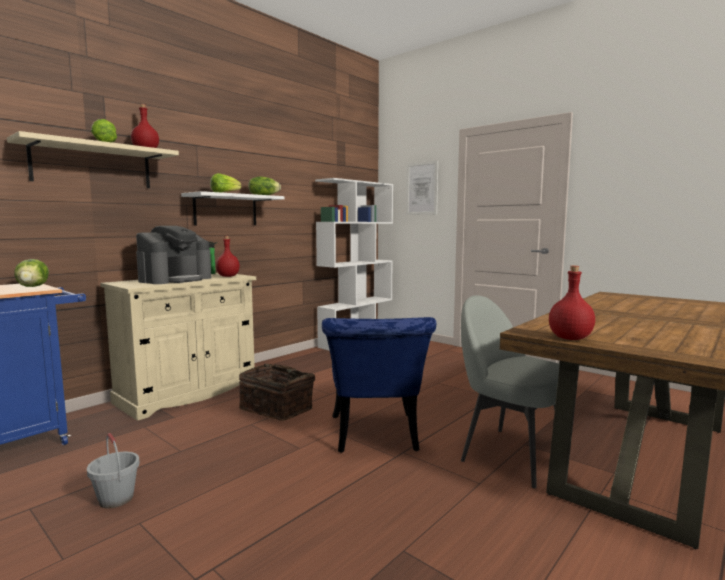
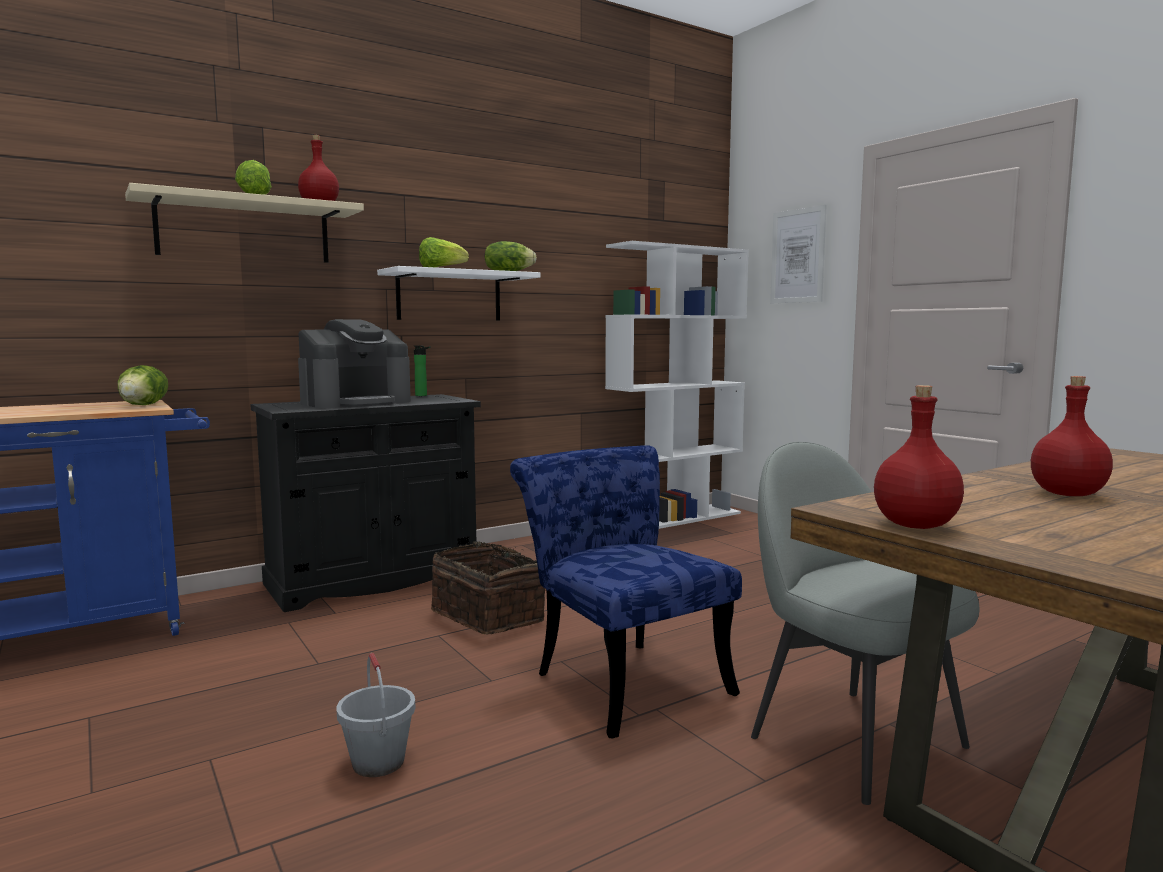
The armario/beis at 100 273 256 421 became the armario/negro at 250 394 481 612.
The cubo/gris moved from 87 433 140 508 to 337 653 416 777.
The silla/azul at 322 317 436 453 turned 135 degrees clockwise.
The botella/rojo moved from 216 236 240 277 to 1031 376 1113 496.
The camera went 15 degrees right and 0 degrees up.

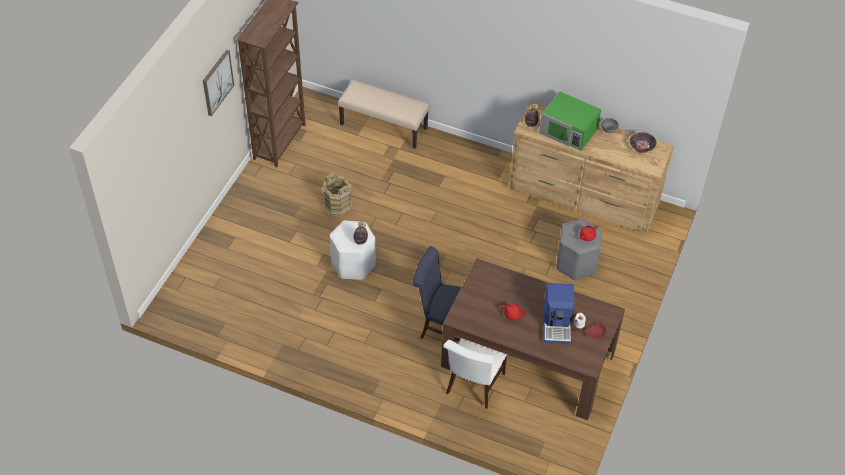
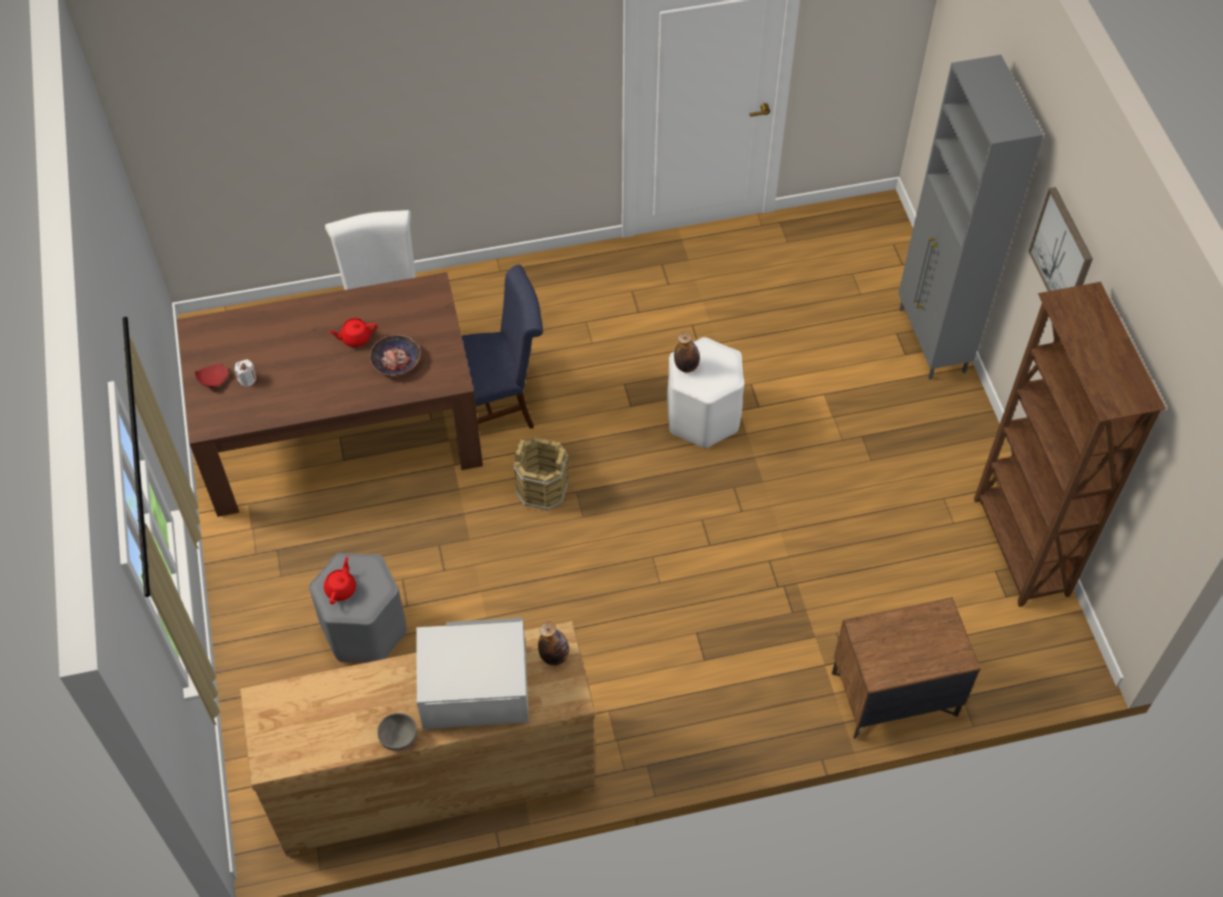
The cuenco moved from 629 132 657 153 to 369 335 421 376.
The microondas/verde at 539 92 601 151 became the microondas/blanco at 417 617 529 729.
The cubo/marrón moved from 322 173 352 215 to 513 437 569 511.
The banco/beis at 338 80 430 149 was replaced by the mesita de noche/marrón at 832 597 981 739.
The armario/gris at 898 55 1043 380 appeared.
The cafetera at 544 283 574 344 disappeared.
The camera went 145 degrees right and 5 degrees up.

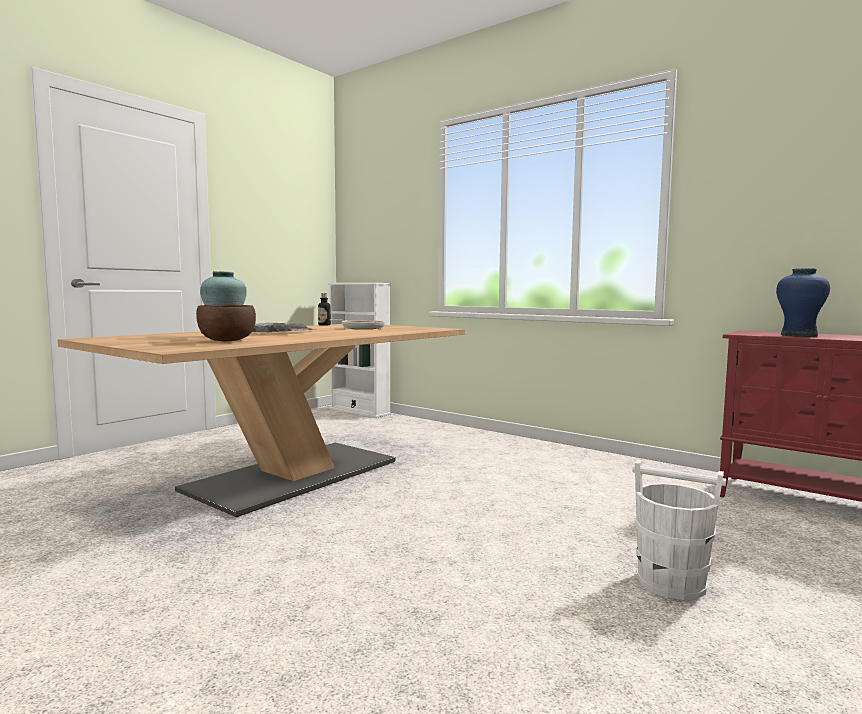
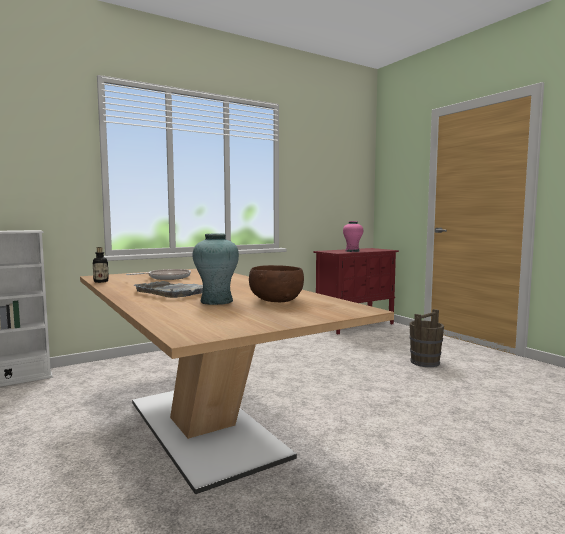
The florero/azul at 776 268 830 337 became the florero/rosa at 343 221 363 252.
The cubo/blanco at 632 459 726 600 became the cubo/marrón at 409 309 444 367.
The camera went 70 degrees left and 0 degrees up.

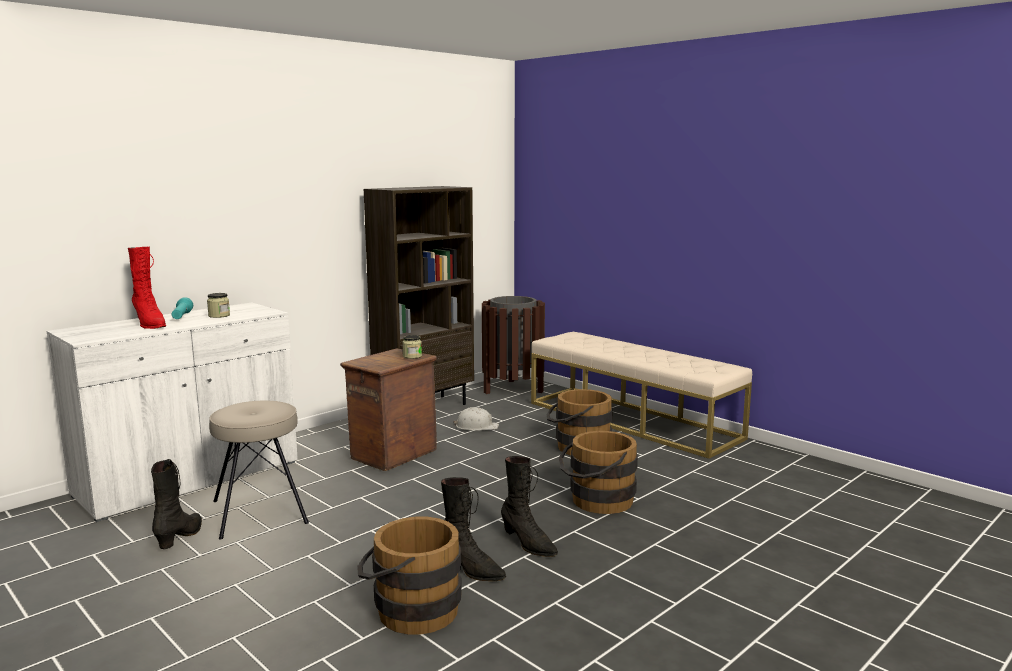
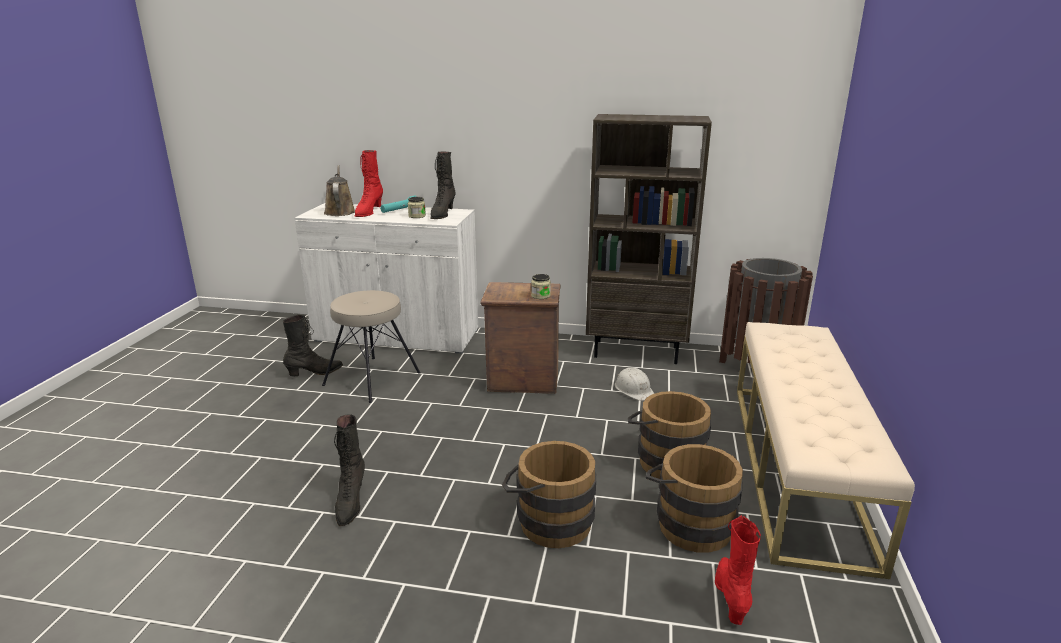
The regadera/marrón at 324 165 355 216 appeared.
The bota/negro moved from 501 456 558 557 to 430 152 456 219.
The cubo/marrón moved from 357 517 462 635 to 646 444 743 553.
The bota/rojo at 715 515 761 625 appeared.
The camera went 55 degrees right and 10 degrees up.

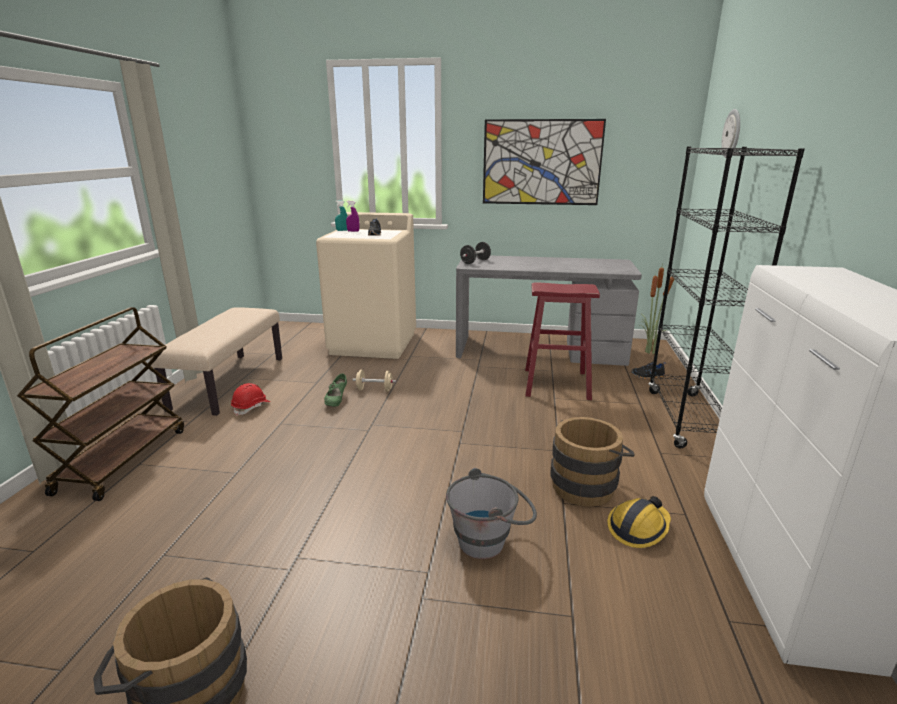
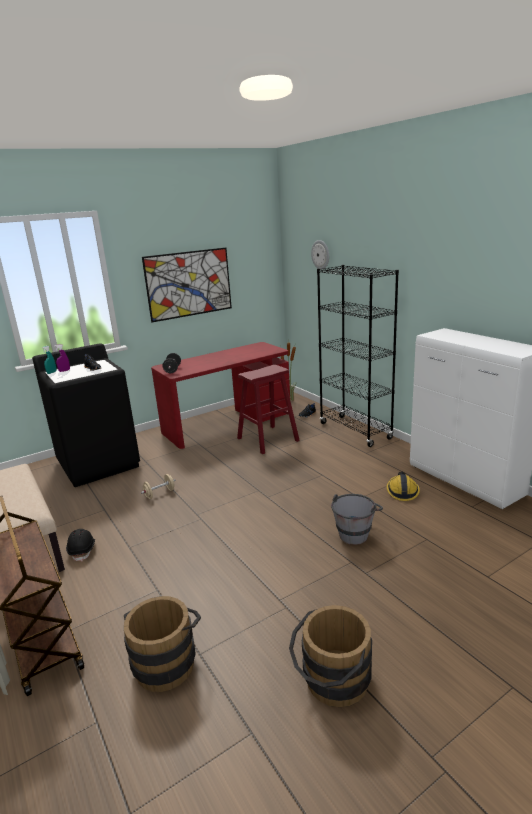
The lavadora/beis at 316 212 416 359 became the lavadora/negro at 32 343 140 487.
The casco/rojo at 231 383 270 416 became the casco/negro at 66 529 95 562.
The cubo/marrón moved from 551 417 635 507 to 124 596 201 692.
The escritorio/gris at 456 255 642 366 became the escritorio/rojo at 151 342 290 449.
The zapato/verde at 324 373 347 407 disappeared.
The camera went 40 degrees left and 0 degrees up.

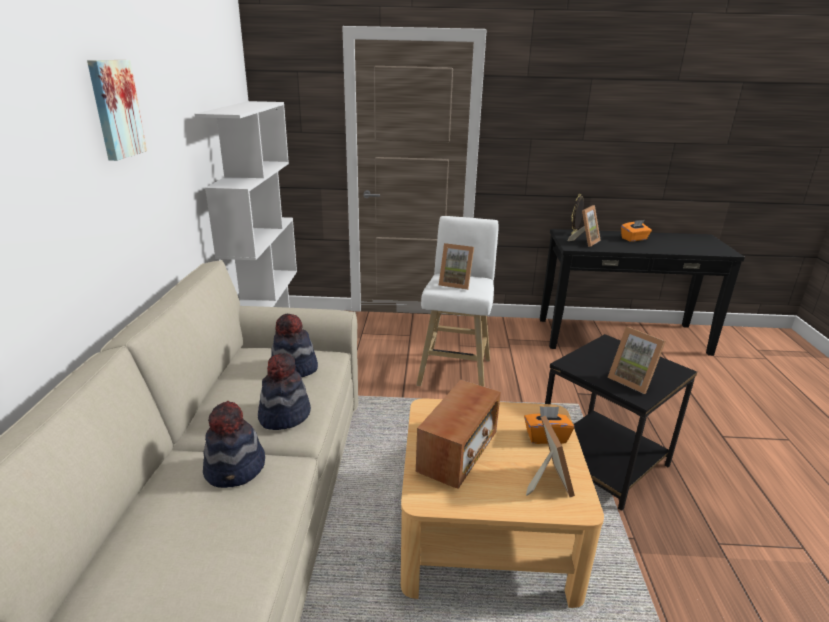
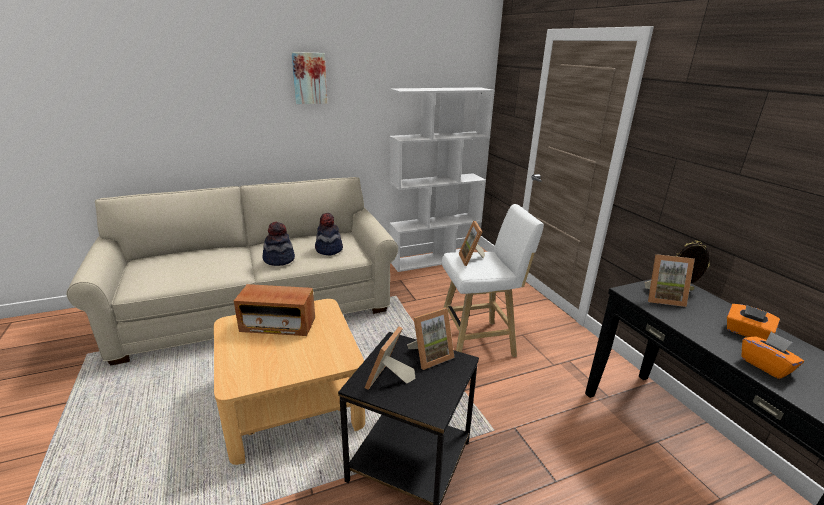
The portarretratos moved from 526 416 575 497 to 407 307 455 370.
The caja de pañuelos/naranja moved from 524 406 574 444 to 742 331 804 379.
The sombrero at 203 401 265 488 disappeared.
The camera went 65 degrees right and 0 degrees up.

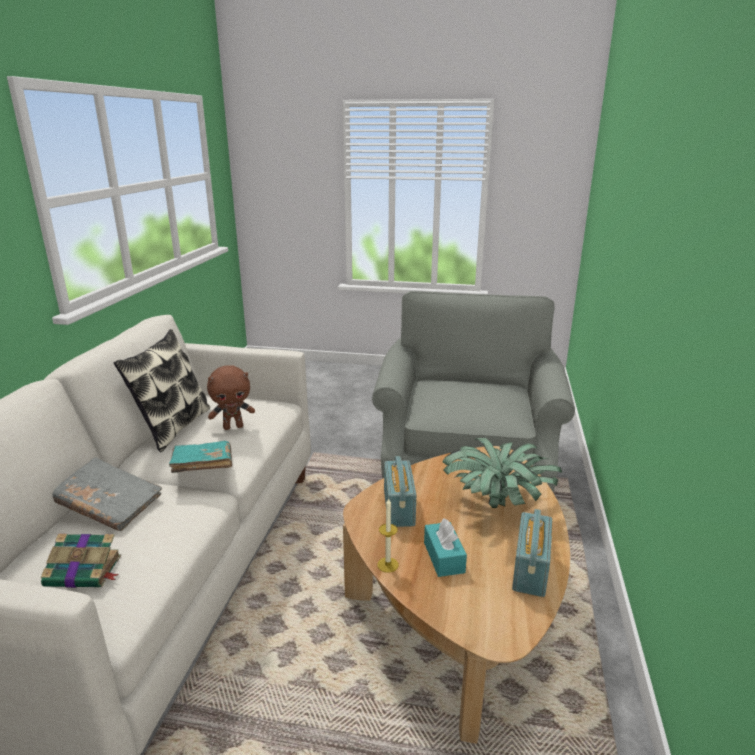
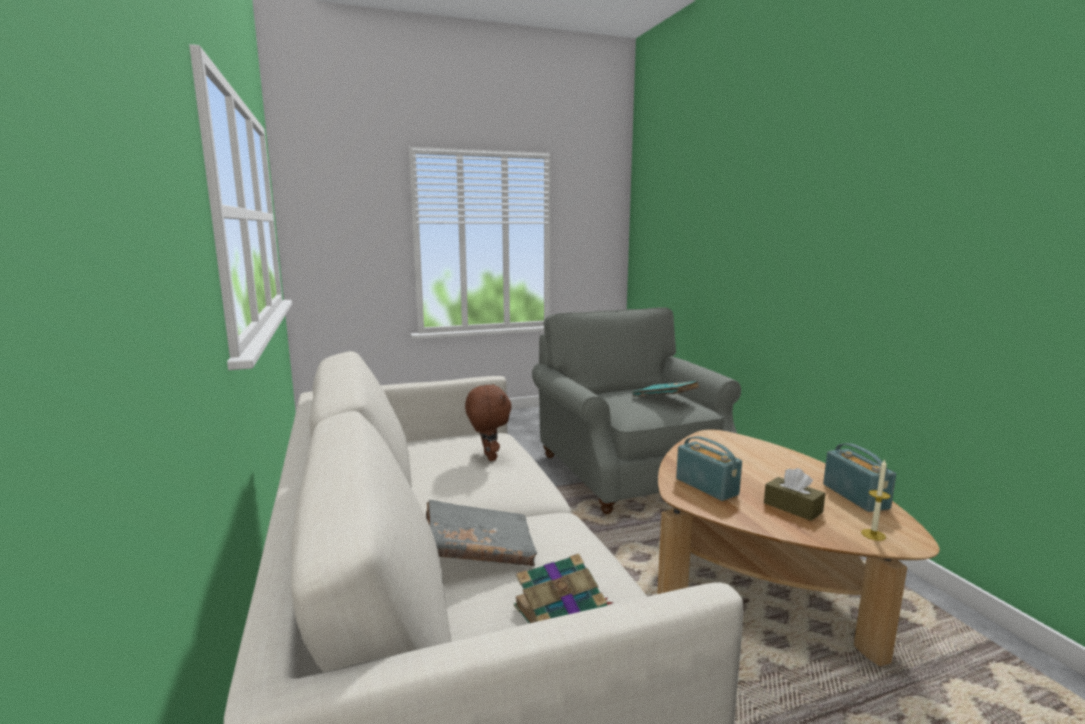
The peluche/marrón at 207 366 255 430 turned 60 degrees counterclockwise.
The libro/turquesa moved from 169 441 232 473 to 632 381 699 396.
The caja de pañuelos/turquesa at 424 518 467 577 became the caja de pañuelos/marrón at 764 468 826 521.
The vela moved from 377 498 399 573 to 861 460 890 541.
The cojín at 114 329 210 452 disappeared.
The planta en maceta at 443 438 562 508 disappeared.
The camera went 30 degrees left and 10 degrees down.

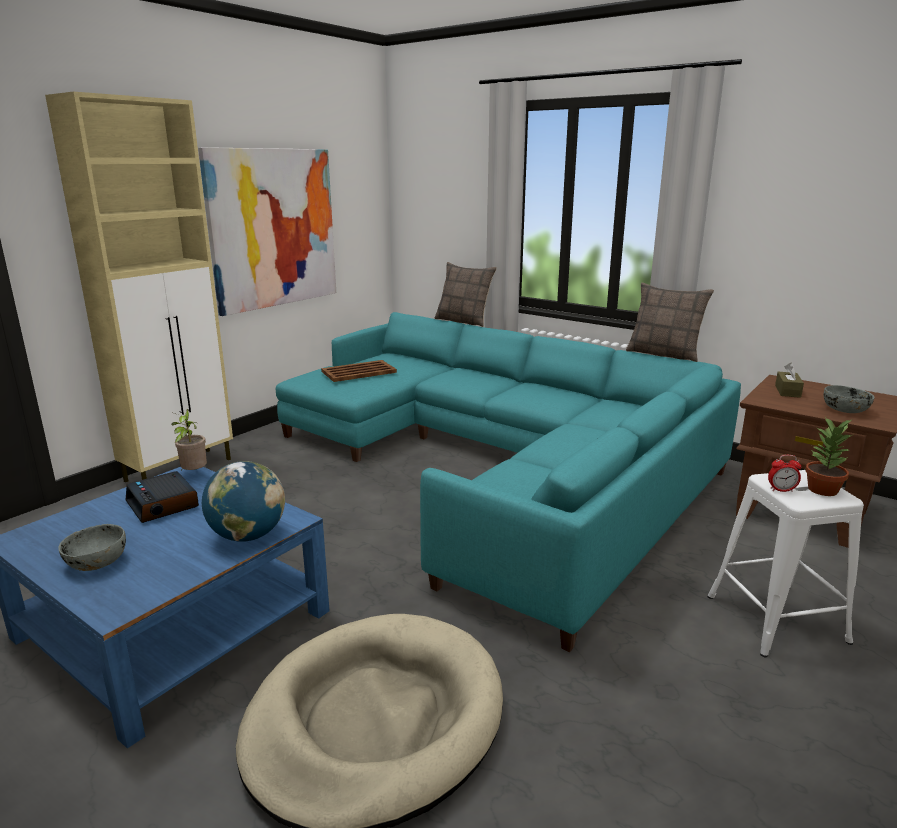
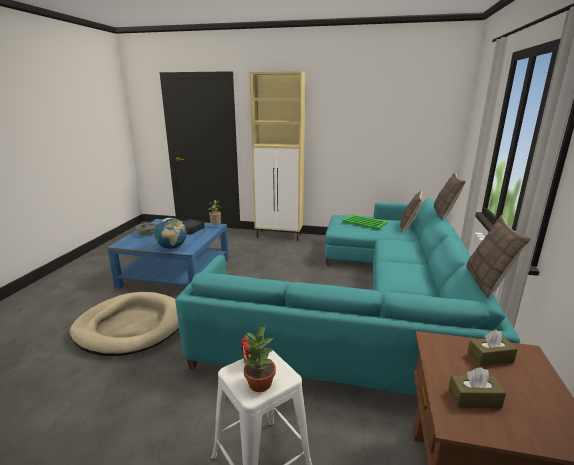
The bandeja/marrón at 321 360 397 382 became the bandeja/verde at 343 215 387 230.
The cojín at 400 189 422 233 appeared.
The cuenco/gris at 823 385 875 413 was replaced by the caja de pañuelos/marrón at 448 367 506 408.
The cuadro at 198 147 336 316 disappeared.
The camera went 65 degrees right and 0 degrees up.

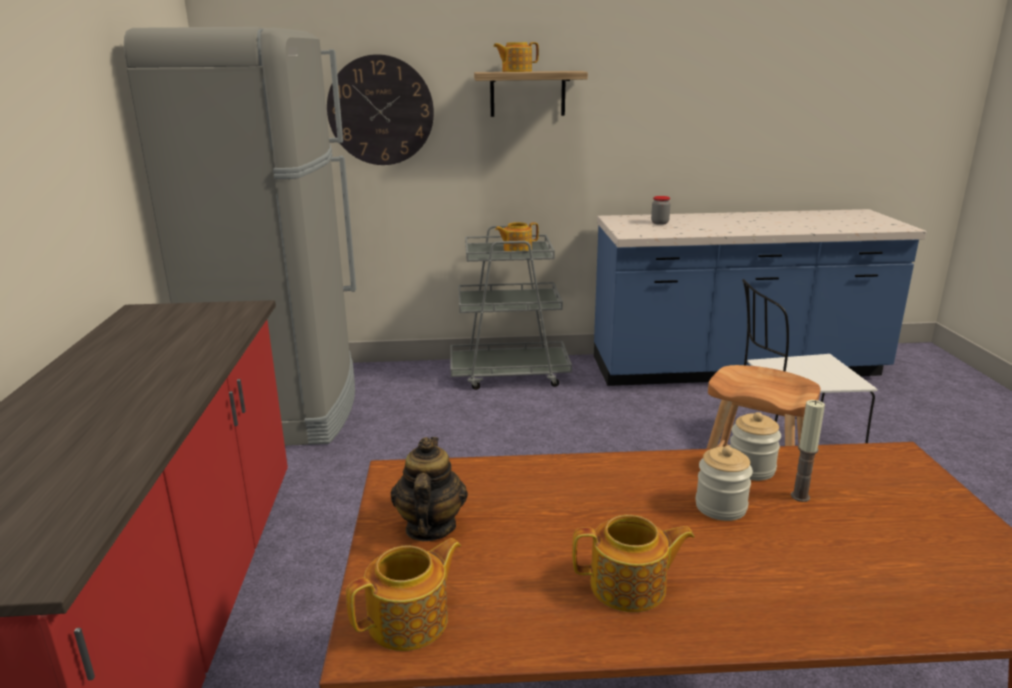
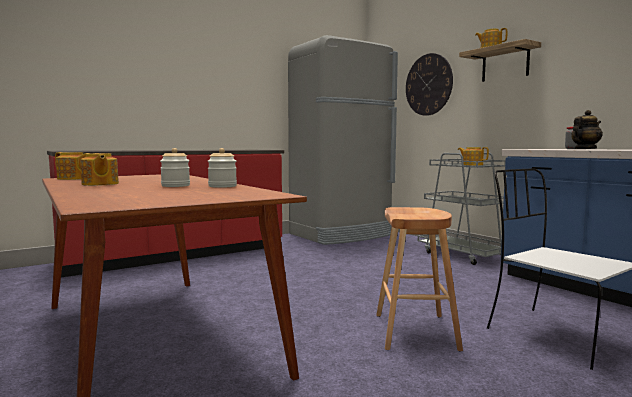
The tetera moved from 391 437 468 541 to 571 110 603 149.
The vela at 791 400 825 502 disappeared.
The camera went 60 degrees right and 15 degrees down.

